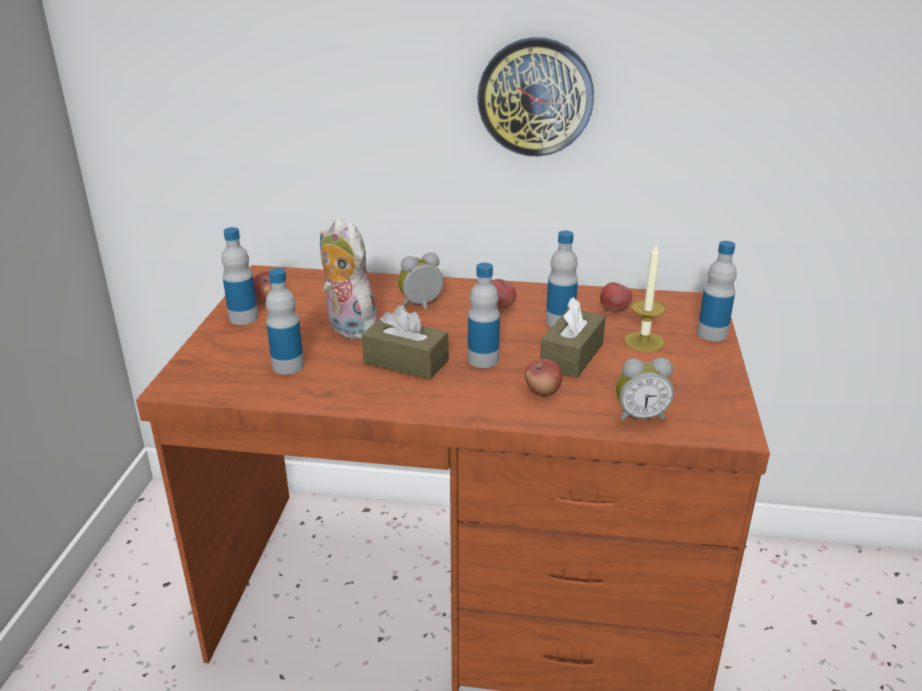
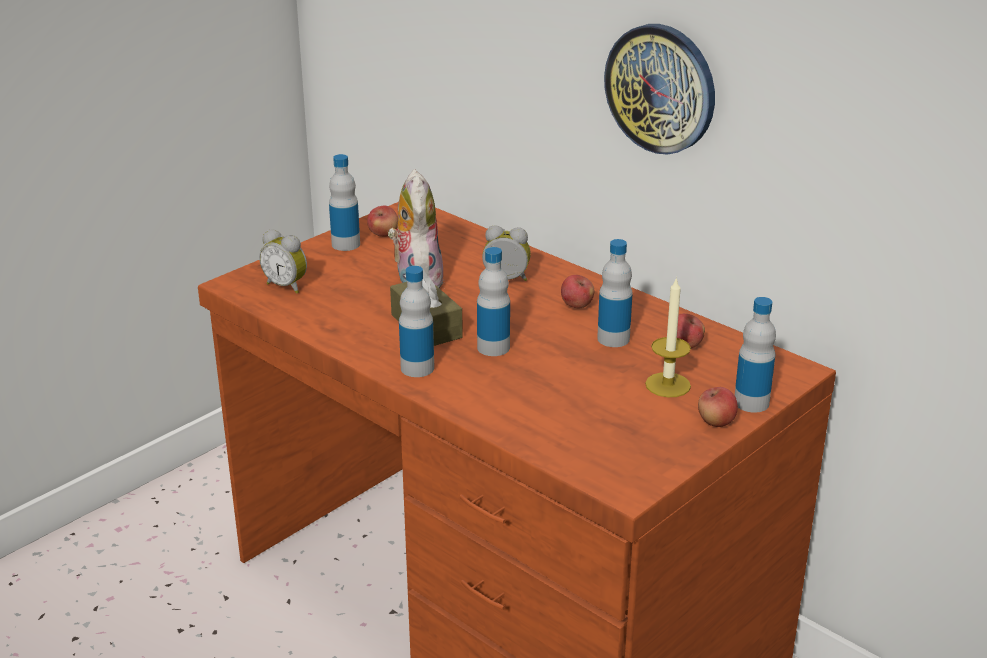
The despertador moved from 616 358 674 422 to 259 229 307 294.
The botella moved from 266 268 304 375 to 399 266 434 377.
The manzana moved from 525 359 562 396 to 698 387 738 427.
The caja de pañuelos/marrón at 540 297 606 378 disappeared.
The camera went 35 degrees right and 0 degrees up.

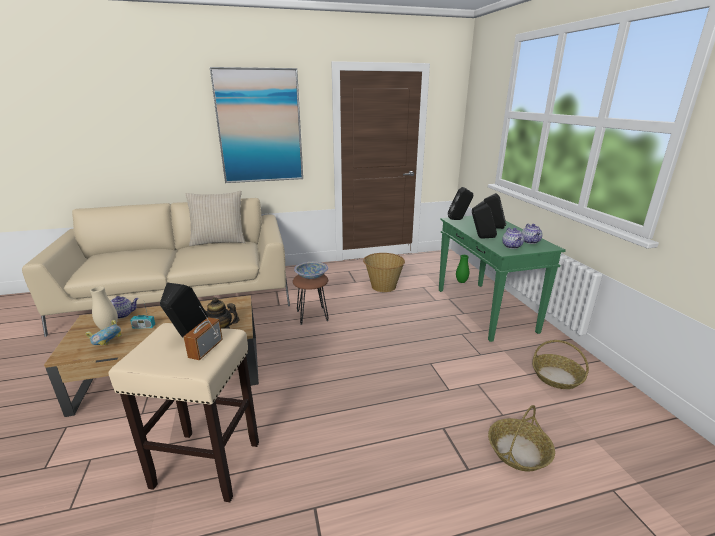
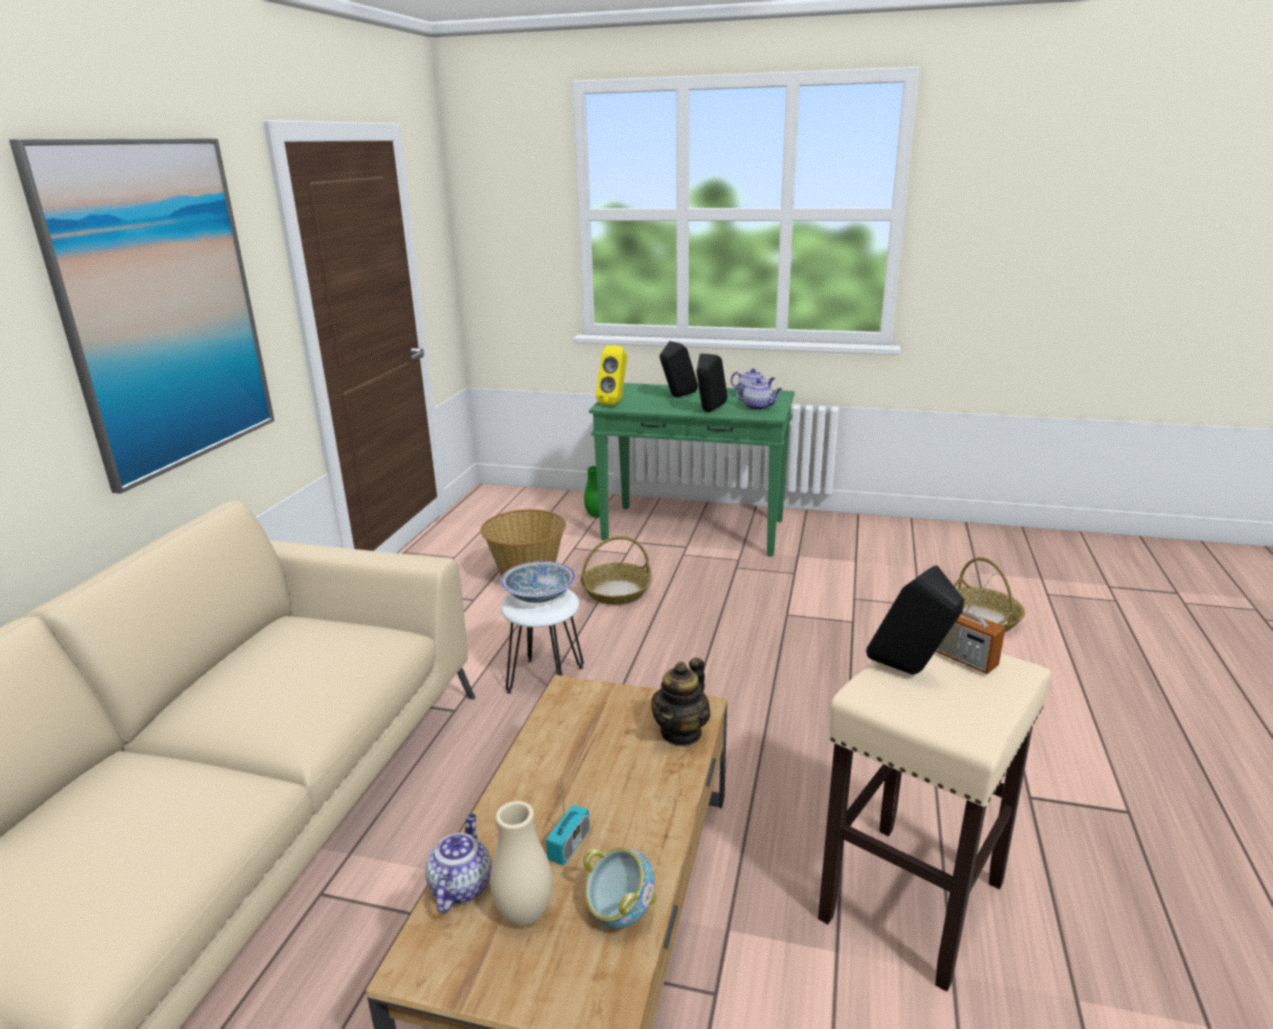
The taburete/marrón at 293 274 329 325 became the taburete/blanco at 501 588 584 694.
The cesta moved from 532 340 589 389 to 580 536 652 605.
The altavoz/negro at 448 187 473 220 became the altavoz/amarillo at 596 345 627 405.
The cojín/beis at 186 191 246 246 disappeared.
The camera went 60 degrees left and 0 degrees up.

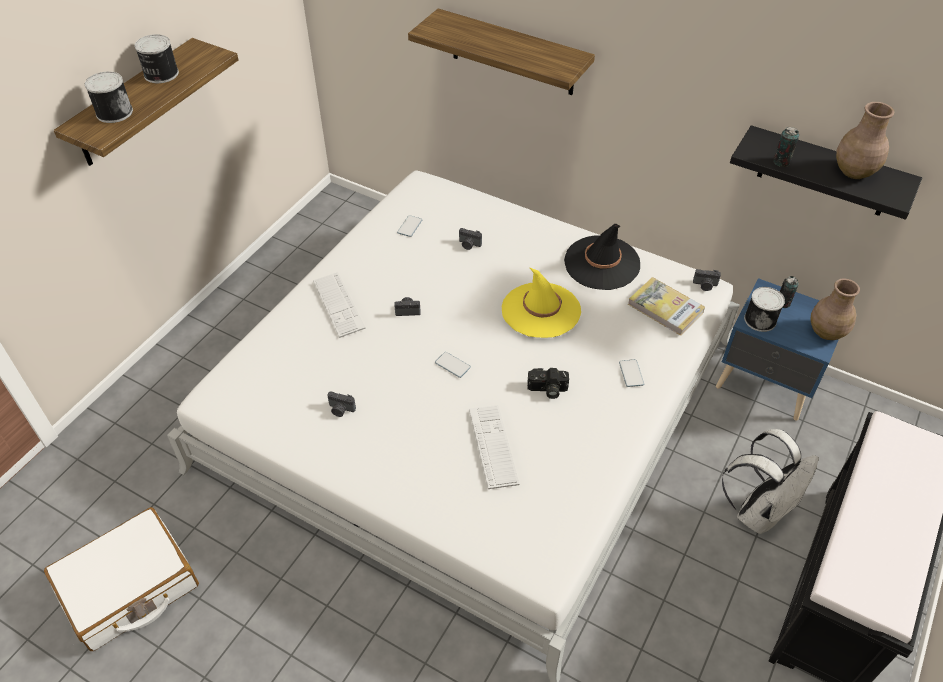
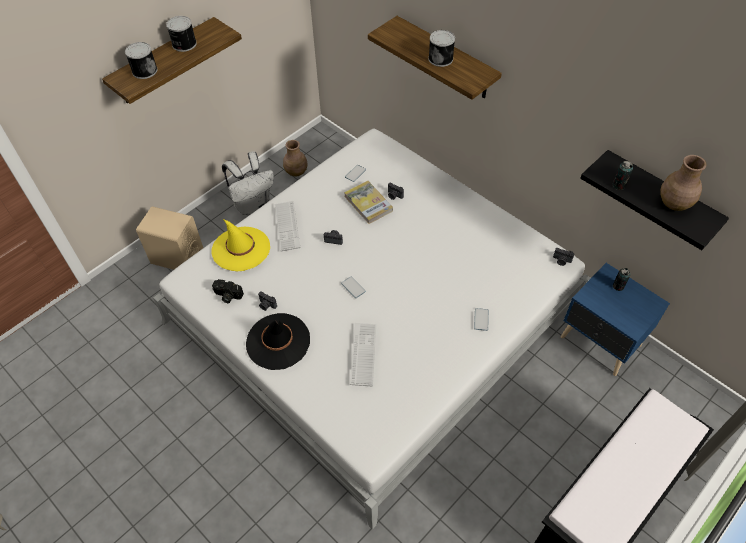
The altavoz/beis at 136 206 203 270 appeared.
The sombrero/amarillo moved from 502 267 581 338 to 211 219 270 271.
The cámara moved from 527 368 569 399 to 212 279 244 303.
The mochila/blanco moved from 722 429 819 534 to 222 151 274 215.
The sombrero/negro moved from 564 224 640 290 to 246 313 310 370.
The florero/marrón moved from 810 279 860 340 to 283 140 308 177.
The libro moved from 628 277 705 336 to 344 181 393 224.
The lata moved from 744 287 785 332 to 428 30 455 67.
The maleta/blanco at 44 507 199 651 disappeared.
The camera went 15 degrees right and 5 degrees up.

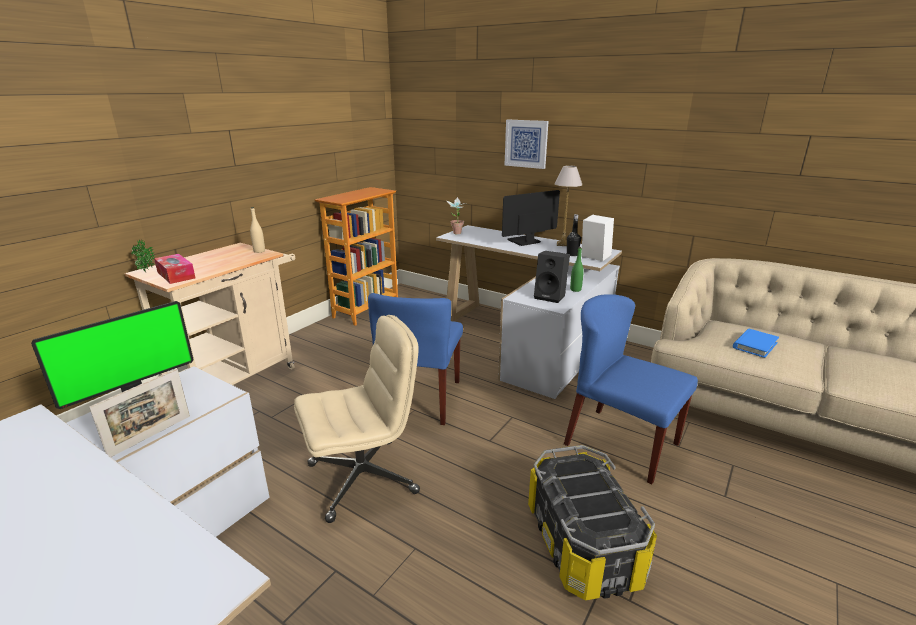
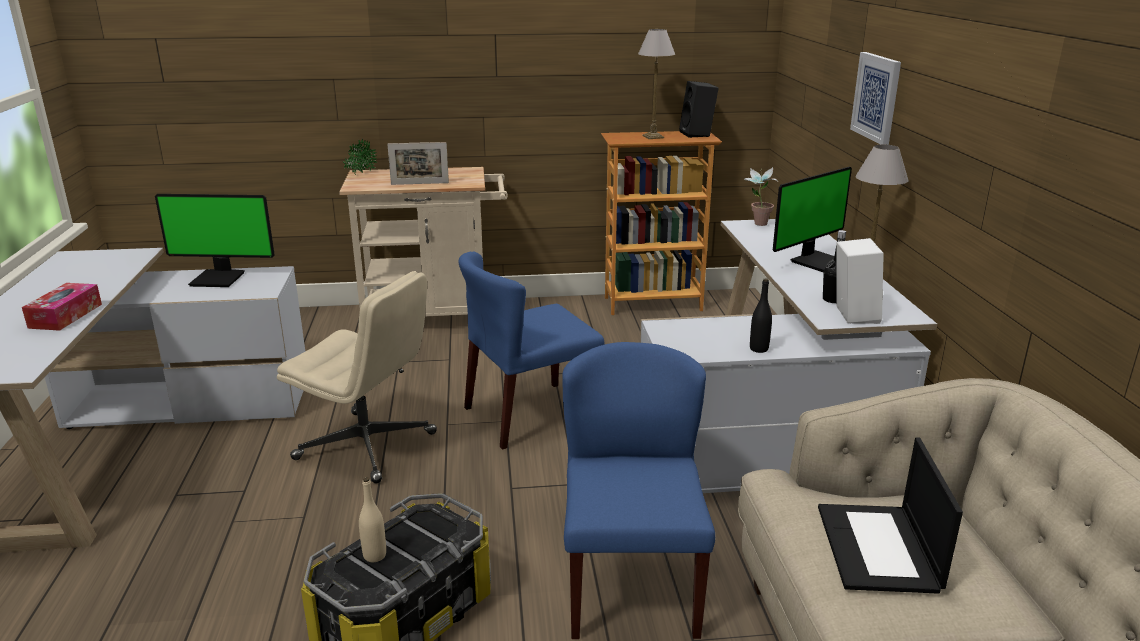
The caja de pañuelos moved from 154 254 195 284 to 22 283 102 331.
The botella/beis moved from 250 207 265 253 to 359 477 386 562.
The portarretratos moved from 89 369 190 457 to 388 142 449 185.
The lámpara de mesa at 638 29 675 139 appeared.
The altavoz/negro moved from 534 251 570 303 to 679 81 719 138.
The botella/verde at 570 247 584 292 became the botella/negro at 750 278 772 353.
The monitor at 502 190 560 246 turned 120 degrees clockwise.
The libro/azul at 733 329 779 358 was replaced by the portátil at 818 437 963 594.
The camera went 50 degrees right and 0 degrees up.

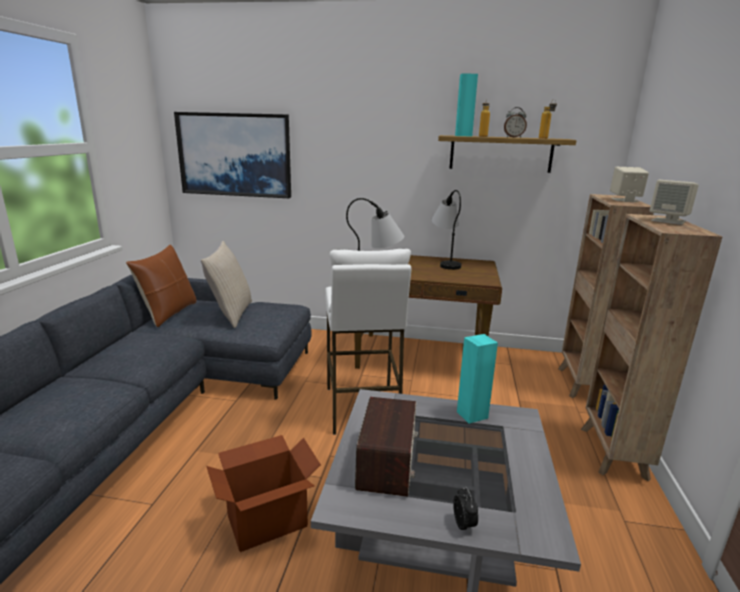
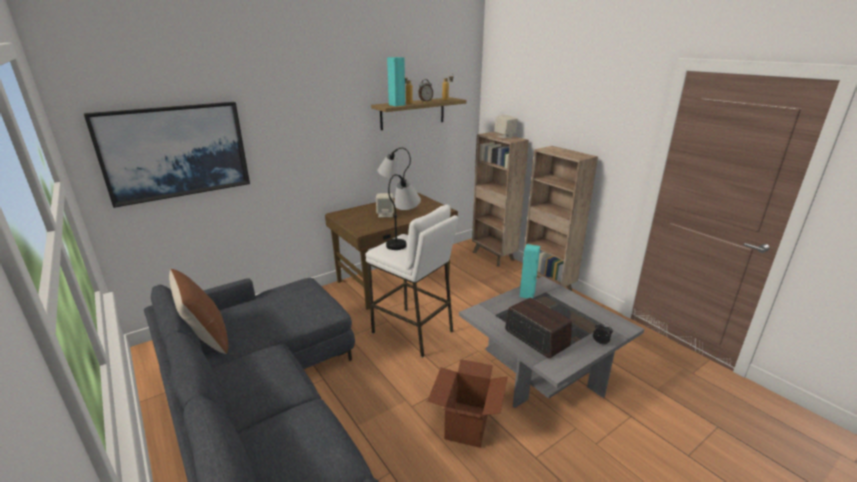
The altavoz/beis moved from 650 180 699 225 to 376 193 394 217.
The cojín/beis at 201 241 252 328 disappeared.
The camera went 45 degrees left and 5 degrees up.

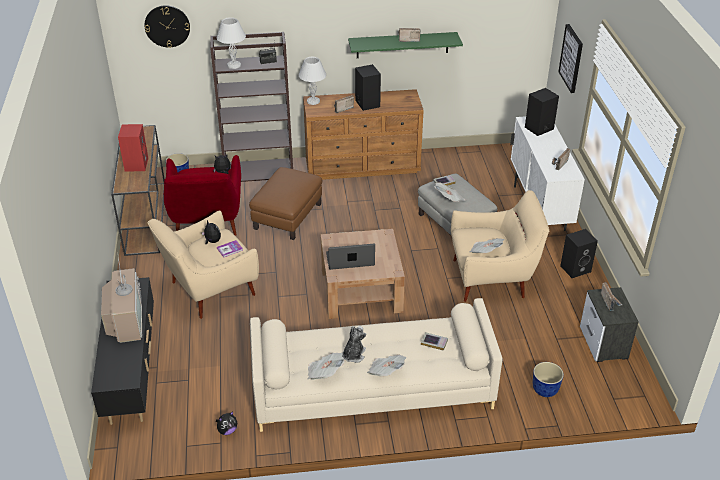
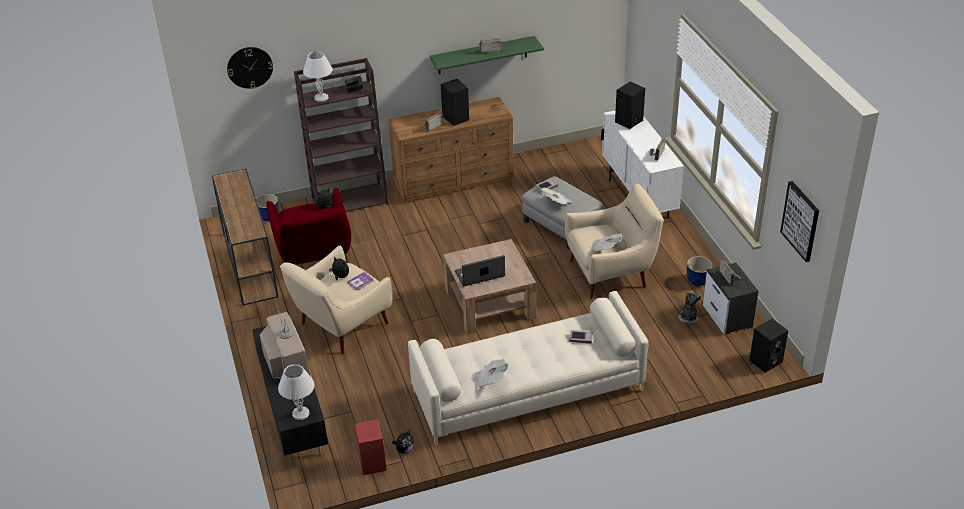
The lámpara de mesa/blanco moved from 299 57 326 105 to 278 364 314 420.
The altavoz/rojo moved from 118 124 148 172 to 355 419 387 475.
The peluche moved from 342 326 366 363 to 679 292 701 323.
The maceta moved from 533 362 564 397 to 687 256 713 286.
The altavoz/negro moved from 560 229 598 278 to 749 319 788 373.
The cuadro moved from 558 24 583 93 to 780 181 819 262.
The puf/marrón at 249 167 322 240 disappeared.
The periódico at 367 355 406 377 disappeared.
The camera went 10 degrees left and 0 degrees up.

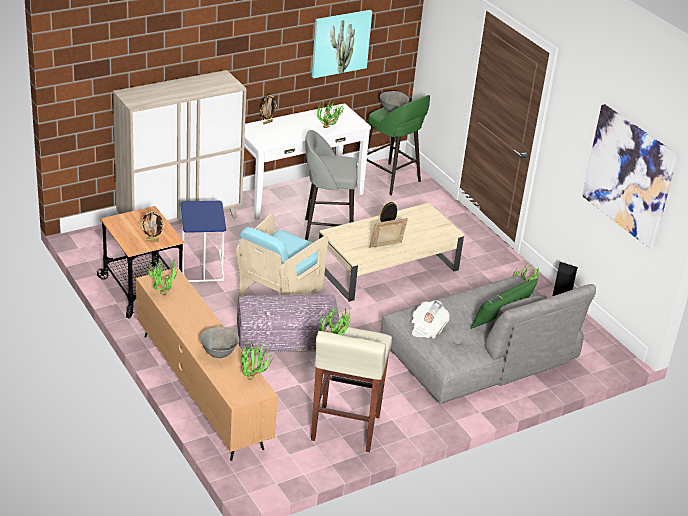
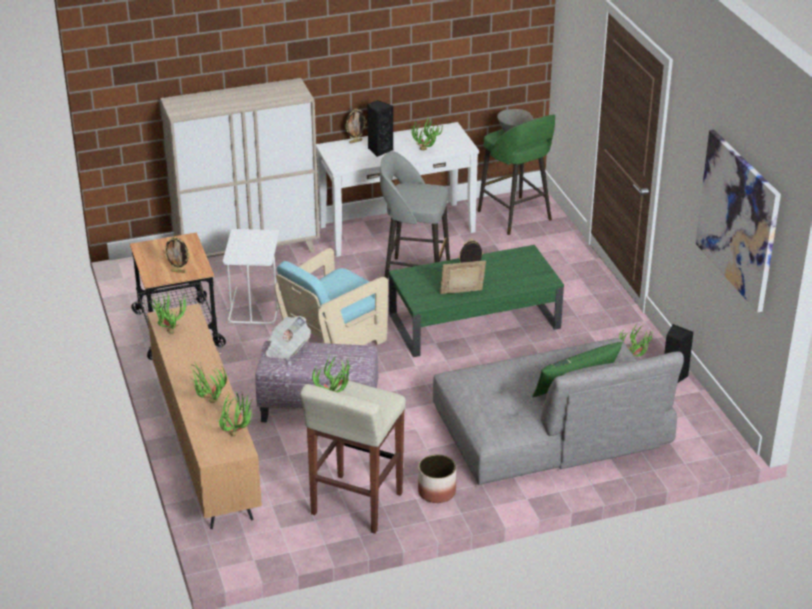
The cuenco/gris at 200 327 239 358 was replaced by the planta en maceta at 188 361 227 403.
The mesa auxiliar/azul at 181 201 226 282 became the mesa auxiliar/blanco at 223 229 281 324.
The periódico moved from 411 300 450 338 to 265 316 311 360.
The altavoz/negro at 367 100 393 157 appeared.
The mesa de centro/beis at 319 203 464 302 became the mesa de centro/verde at 389 245 564 357.
The maceta at 418 454 456 503 appeared.
The cuadro at 312 10 372 78 disappeared.
The camera went 15 degrees right and 0 degrees up.

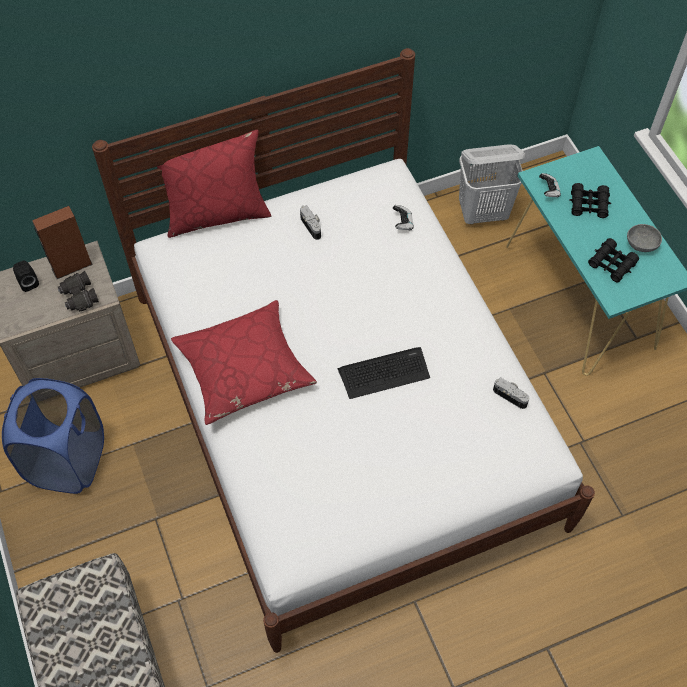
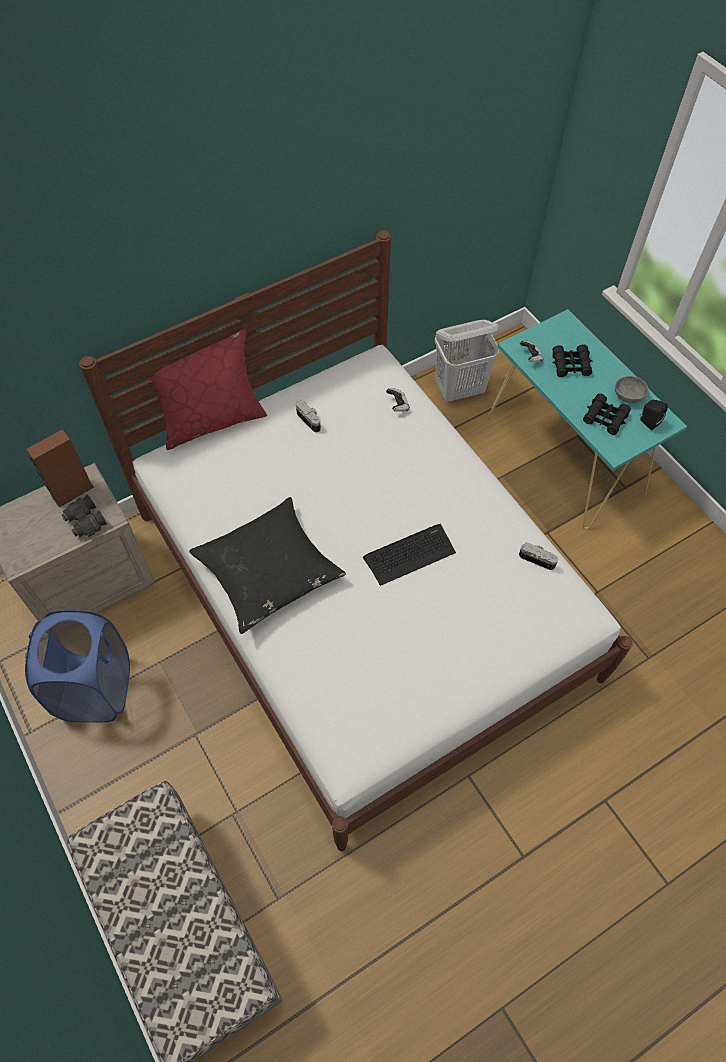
The cojín/rojo at 171 300 317 425 became the cojín/negro at 189 497 346 634.
The altavoz/negro moved from 13 260 39 292 to 639 400 668 430.
The camera went 10 degrees left and 0 degrees up.

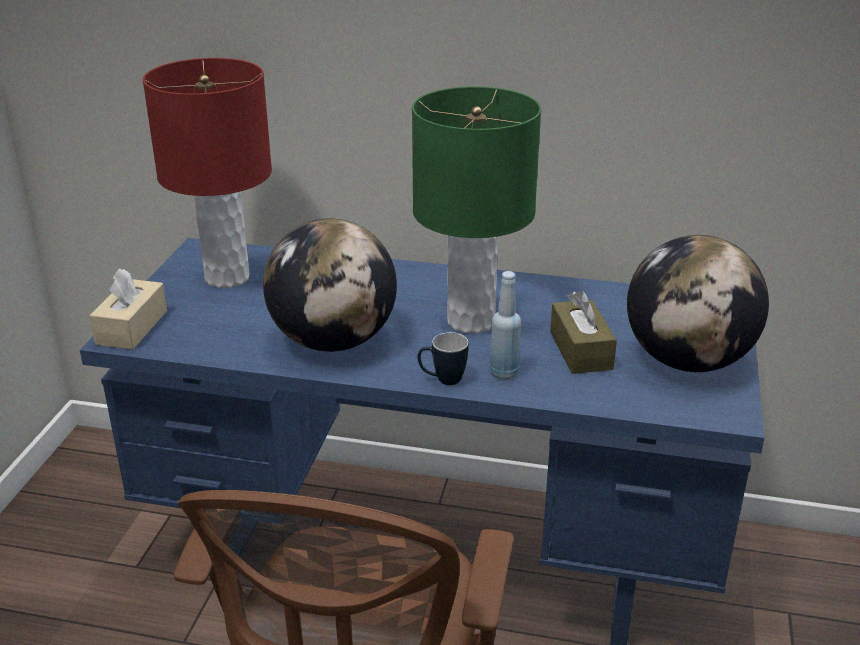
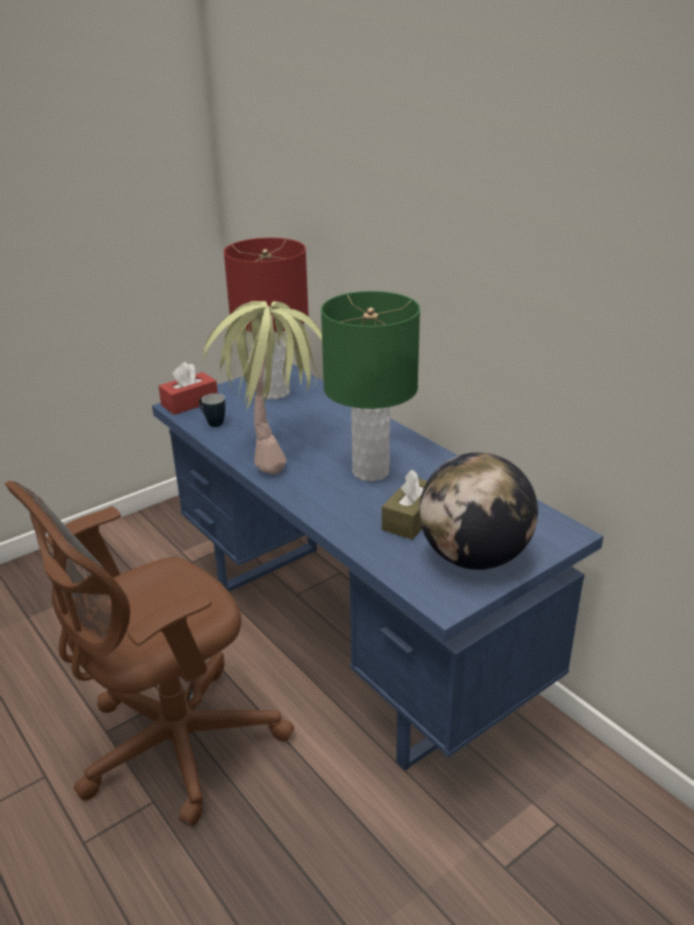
The caja de pañuelos/beis at 89 268 167 350 became the caja de pañuelos/rojo at 158 362 218 415.
The taza grande moved from 417 332 468 385 to 199 393 225 427.
The globo terráqueo at 263 219 397 352 was replaced by the planta en maceta at 203 301 322 474.
The botella/azul at 489 271 521 379 disappeared.
The camera went 40 degrees right and 0 degrees up.

